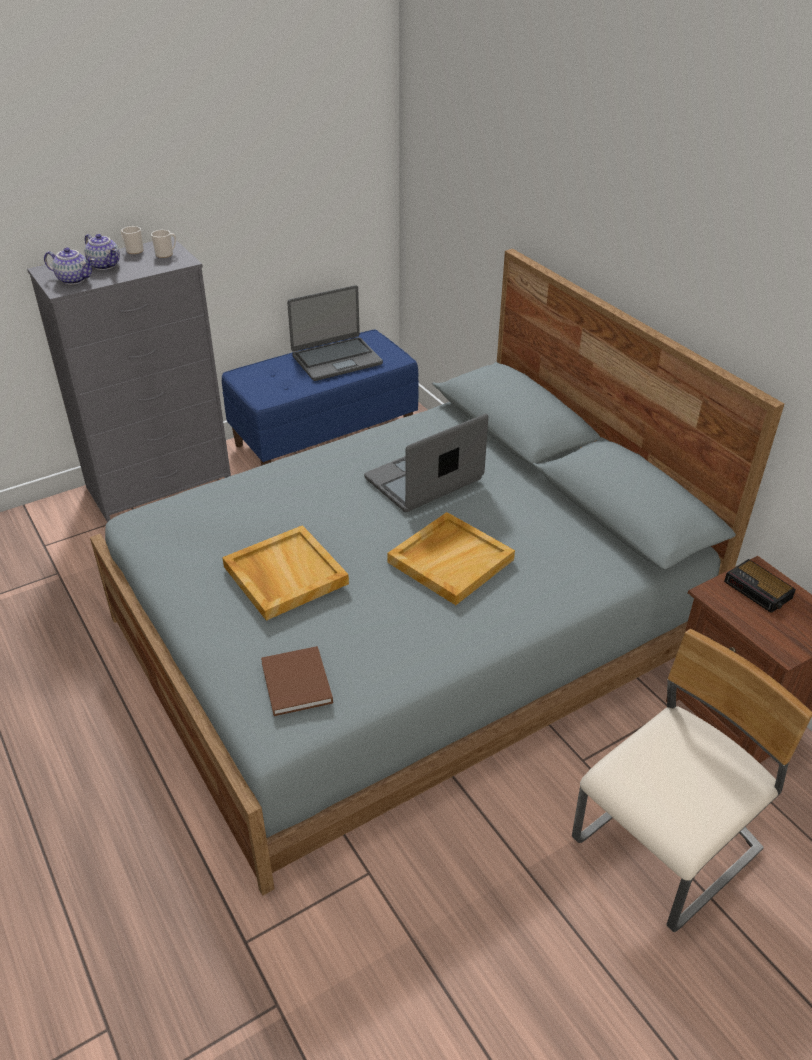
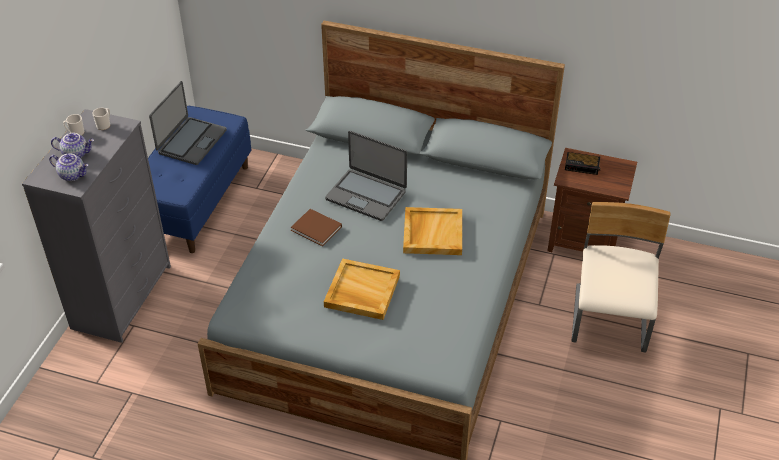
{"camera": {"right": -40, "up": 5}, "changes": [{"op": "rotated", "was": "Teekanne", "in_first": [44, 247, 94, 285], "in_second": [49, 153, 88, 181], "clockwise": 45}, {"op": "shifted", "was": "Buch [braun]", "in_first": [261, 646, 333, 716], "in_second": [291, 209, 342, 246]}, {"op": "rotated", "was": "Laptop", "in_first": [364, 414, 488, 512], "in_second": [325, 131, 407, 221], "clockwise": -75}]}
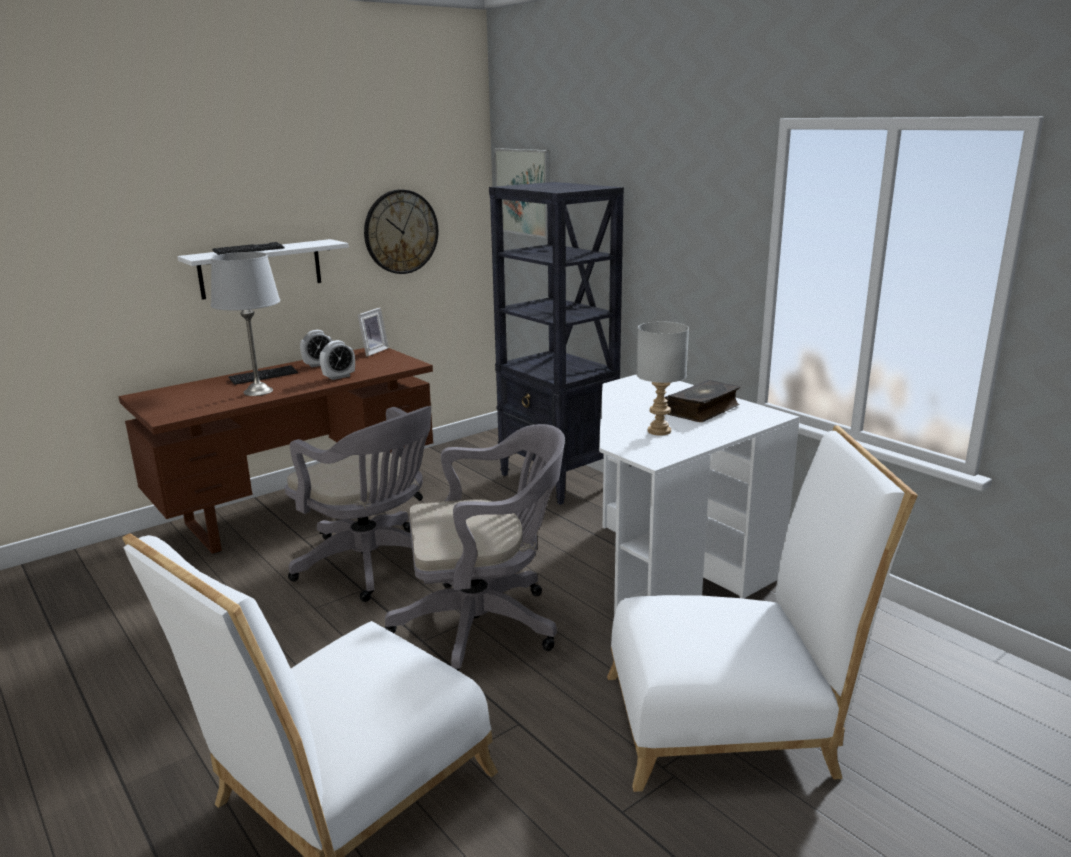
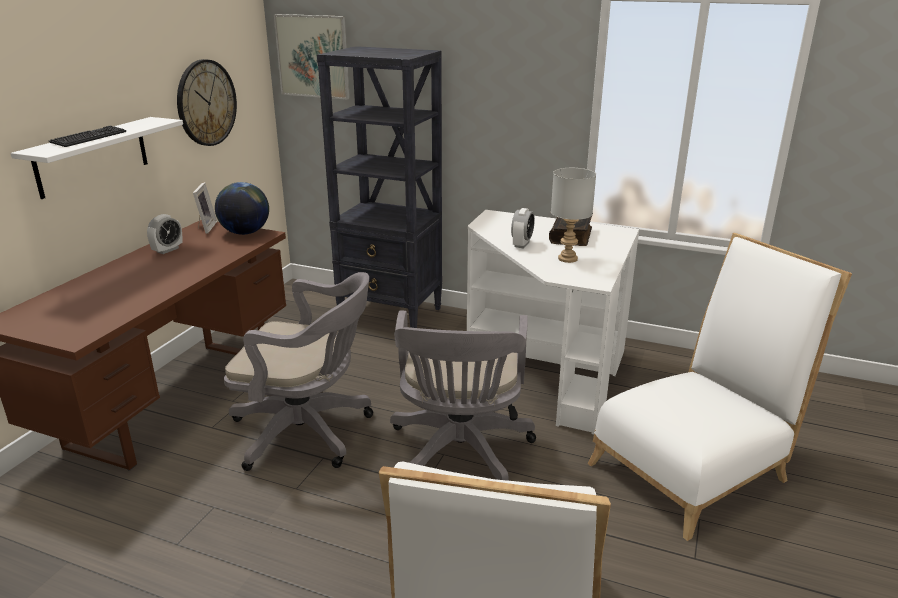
{"camera": {"right": -30, "up": 5}, "changes": [{"op": "new", "now": "Globus", "in_second": [215, 182, 269, 235]}, {"op": "rotated", "was": "Bürostuhl [grau]", "in_first": [385, 424, 565, 670], "in_second": [390, 310, 536, 481], "clockwise": 135}, {"op": "shifted", "was": "Wecker", "in_first": [320, 340, 355, 380], "in_second": [511, 208, 535, 249]}, {"op": "gone", "was": "Tischlampe [grau]", "in_first": [211, 252, 280, 396]}, {"op": "gone", "was": "Tastatur", "in_first": [228, 365, 298, 385]}]}
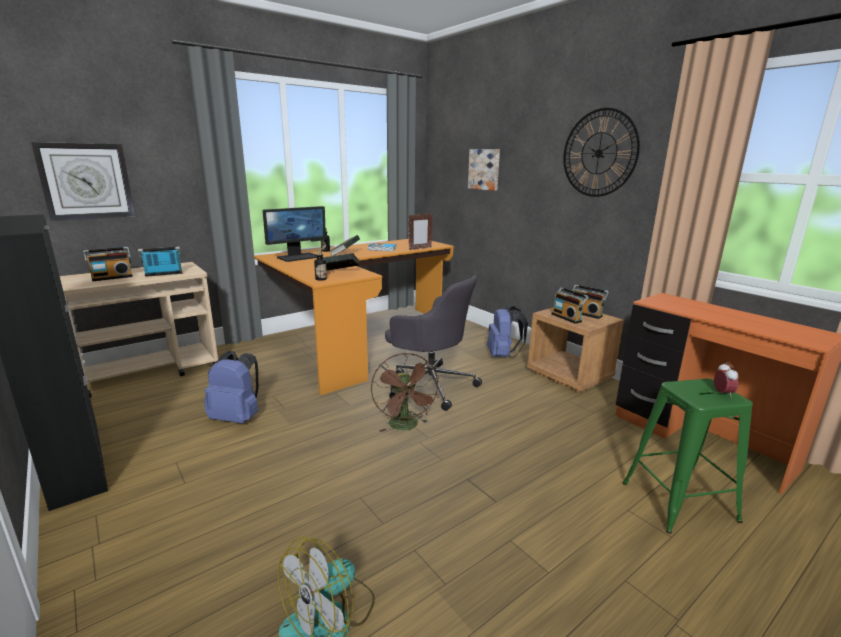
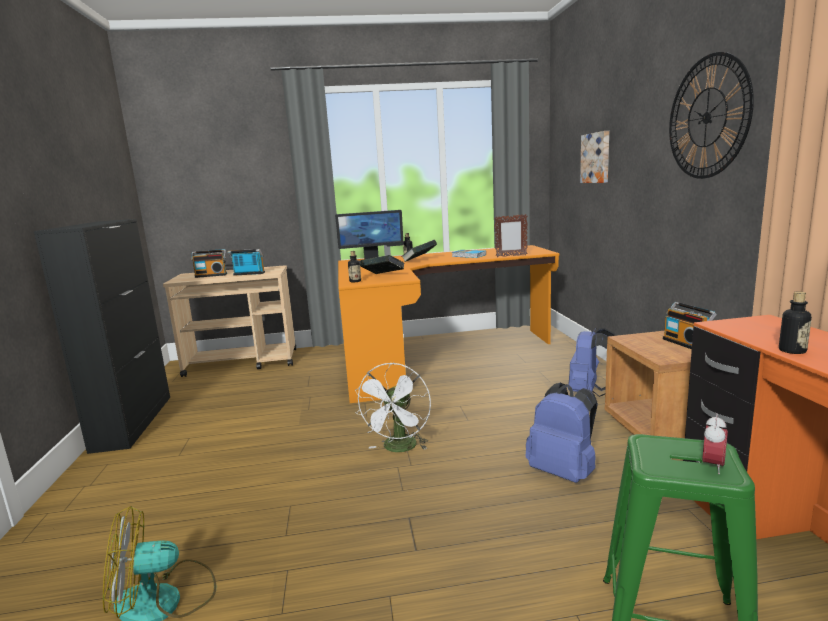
{"camera": {"right": 30, "up": -5}, "changes": [{"op": "repainted", "was": "Ventilator [braun]", "now": "Ventilator [weiß]", "in_first": [371, 353, 439, 432], "in_second": [355, 362, 431, 452]}, {"op": "shifted", "was": "Rucksack [blau]", "in_first": [204, 351, 259, 424], "in_second": [526, 383, 598, 483]}, {"op": "new", "now": "Flasche", "in_second": [779, 292, 812, 354]}, {"op": "gone", "was": "Wanduhr", "in_first": [31, 142, 135, 221]}, {"op": "gone", "was": "Bürostuhl [grau]", "in_first": [385, 276, 482, 411]}, {"op": "gone", "was": "Radio", "in_first": [551, 287, 589, 324]}]}
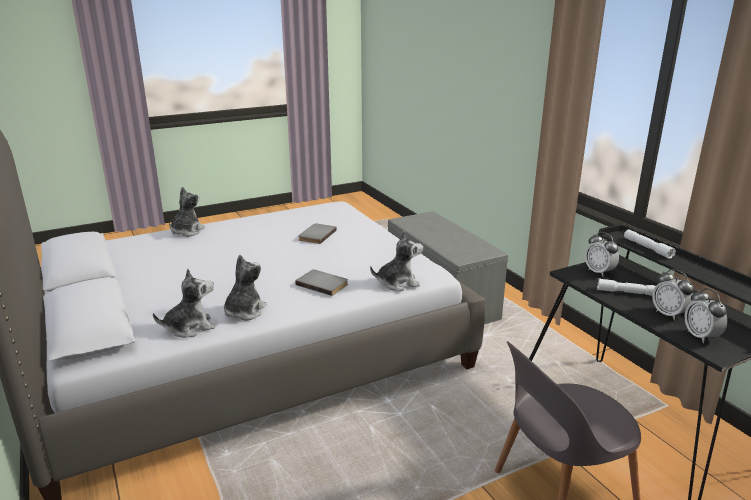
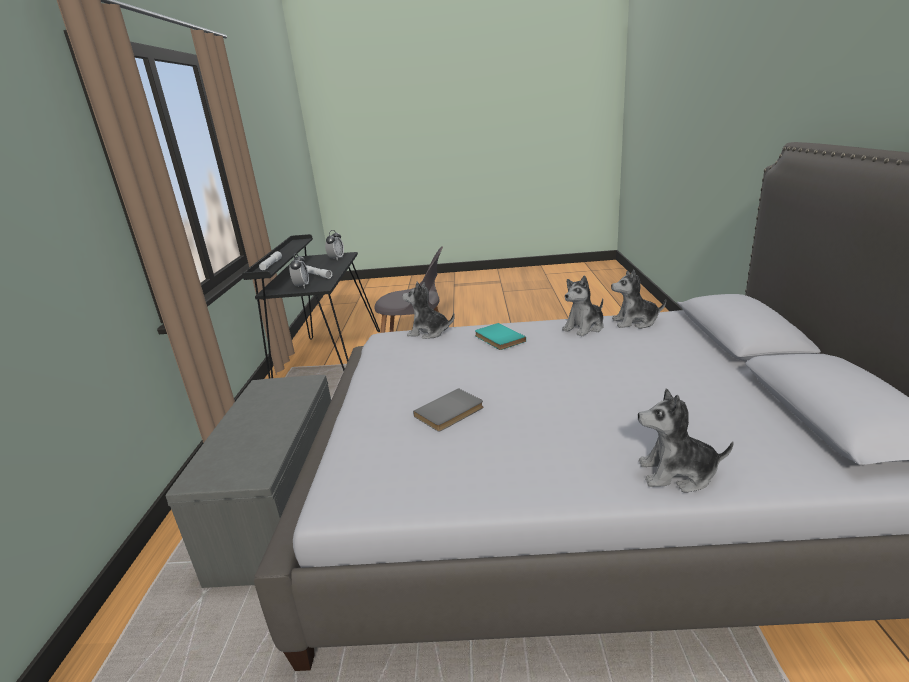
{"camera": {"right": -150, "up": 0}, "changes": [{"op": "repainted", "was": "Buch [grau]", "now": "Buch [türkis]", "in_first": [295, 270, 348, 296], "in_second": [475, 323, 526, 350]}, {"op": "rotated", "was": "Plüschtier", "in_first": [169, 187, 205, 237], "in_second": [638, 388, 734, 493], "clockwise": 45}, {"op": "gone", "was": "Wecker", "in_first": [652, 269, 694, 320]}]}
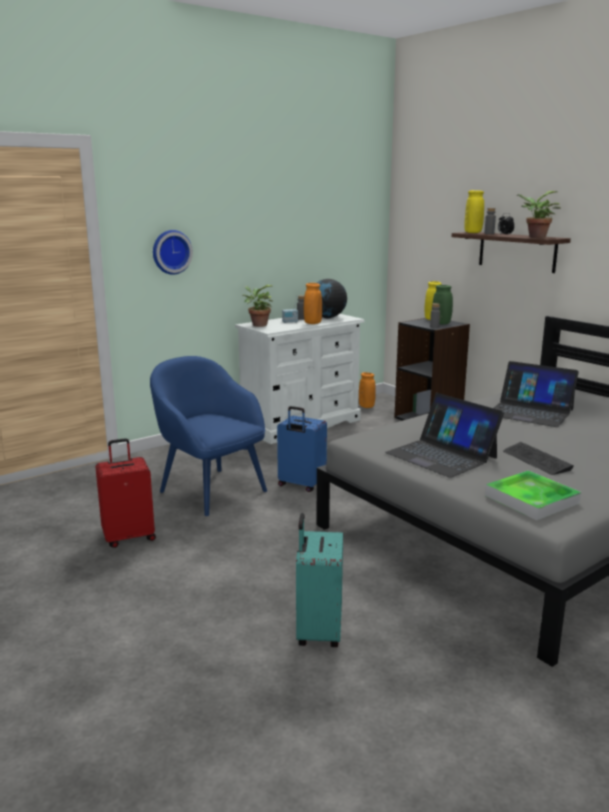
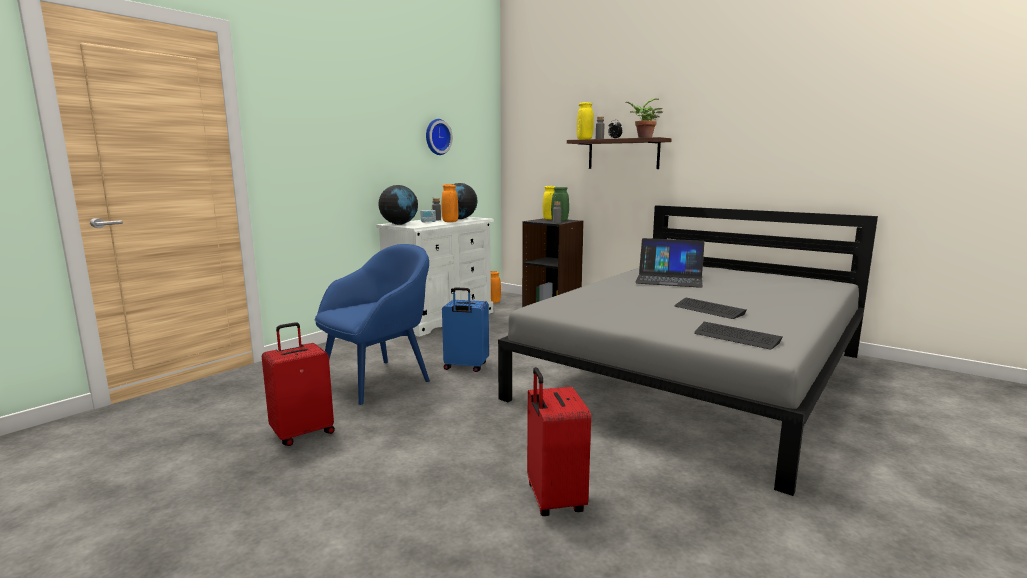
{"camera": {"right": -15, "up": -5}, "changes": [{"op": "rotated", "was": "Sessel [blau]", "in_first": [150, 356, 267, 516], "in_second": [314, 244, 430, 405], "clockwise": 105}, {"op": "swapped", "was": "Topfpflanze", "now": "Globus", "in_first": [242, 285, 274, 327], "in_second": [379, 185, 418, 225]}, {"op": "shifted", "was": "Wanduhr", "in_first": [153, 230, 193, 275], "in_second": [426, 119, 453, 155]}, {"op": "repainted", "was": "Koffer [türkis]", "now": "Koffer [rot]", "in_first": [296, 513, 343, 647], "in_second": [527, 367, 591, 516]}, {"op": "swapped", "was": "Tablett", "now": "Tastatur", "in_first": [485, 470, 581, 520], "in_second": [694, 322, 783, 350]}, {"op": "gone", "was": "Laptop", "in_first": [385, 393, 504, 478]}]}
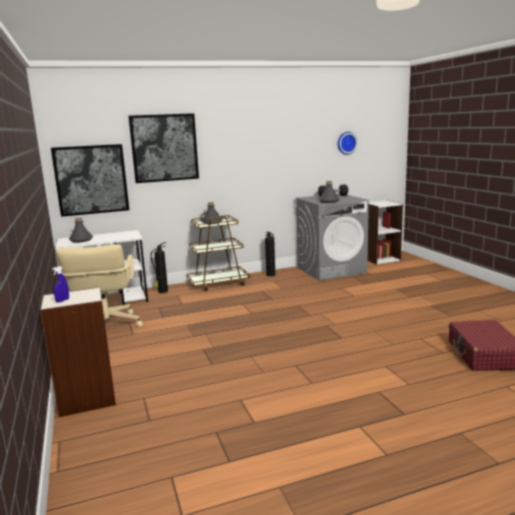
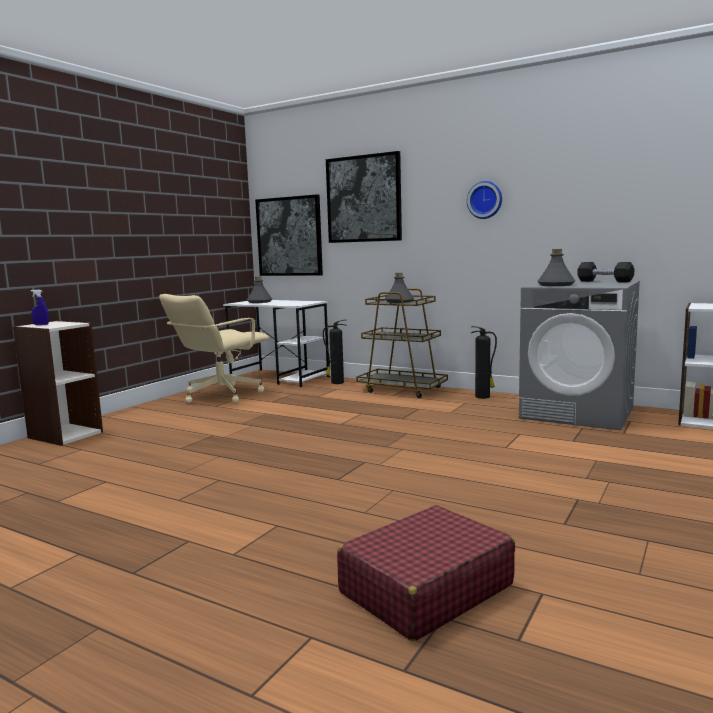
{"camera": {"right": 50, "up": -5}, "changes": [{"op": "shifted", "was": "Wanduhr", "in_first": [338, 132, 358, 155], "in_second": [467, 181, 502, 219]}]}
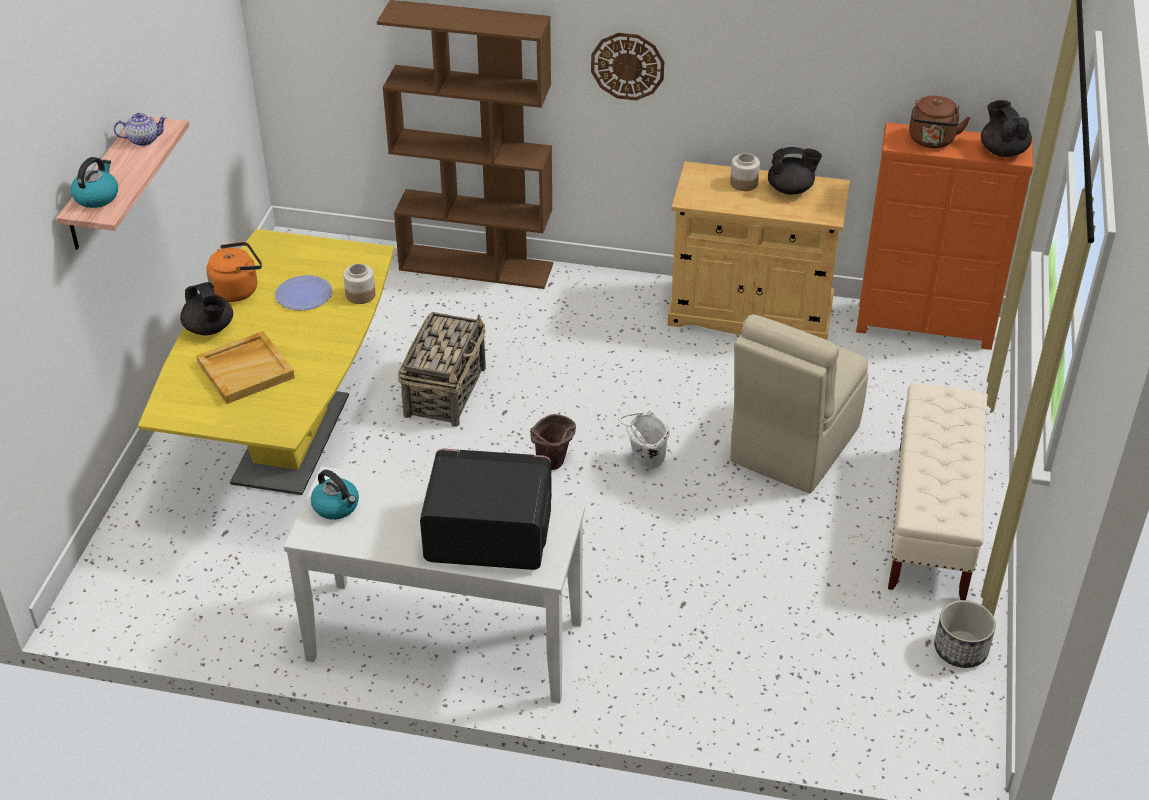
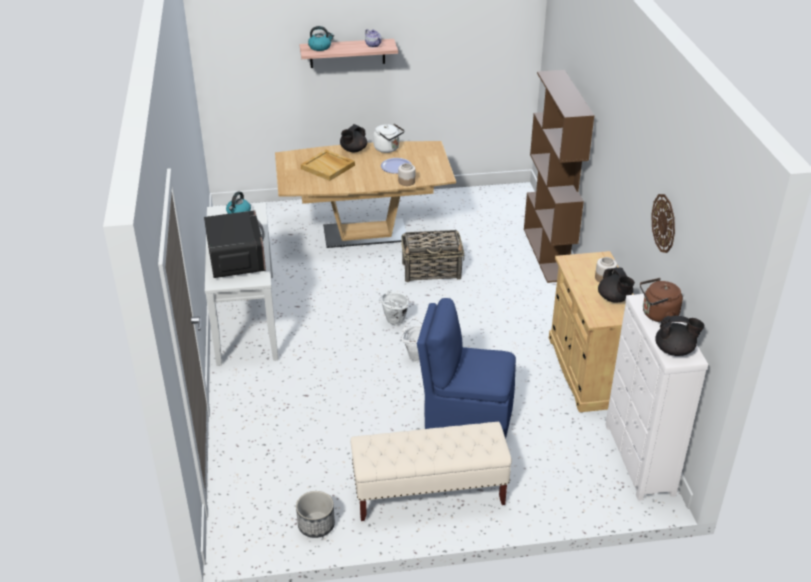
{"camera": {"right": 70, "up": -5}, "changes": [{"op": "repainted", "was": "Esstisch [gelb]", "now": "Esstisch [braun]", "in_first": [138, 229, 394, 495], "in_second": [275, 141, 456, 248]}, {"op": "repainted", "was": "Wasserkessel [orange]", "now": "Wasserkessel [weiß]", "in_first": [206, 242, 262, 302], "in_second": [373, 123, 404, 153]}, {"op": "repainted", "was": "Eimer [braun]", "now": "Eimer [weiß]", "in_first": [530, 414, 576, 470], "in_second": [378, 290, 409, 326]}, {"op": "repainted", "was": "Stuhl [beige]", "now": "Stuhl [blau]", "in_first": [730, 315, 868, 493], "in_second": [417, 298, 516, 439]}, {"op": "repainted", "was": "Kommode [orange]", "now": "Kommode [weiß]", "in_first": [856, 122, 1033, 350], "in_second": [605, 294, 708, 501]}, {"op": "shifted", "was": "Wanduhr", "in_first": [591, 33, 664, 100], "in_second": [651, 194, 675, 253]}, {"op": "rotated", "was": "Teekanne [schwarz]", "in_first": [981, 100, 1032, 157], "in_second": [655, 316, 705, 356], "clockwise": 45}]}
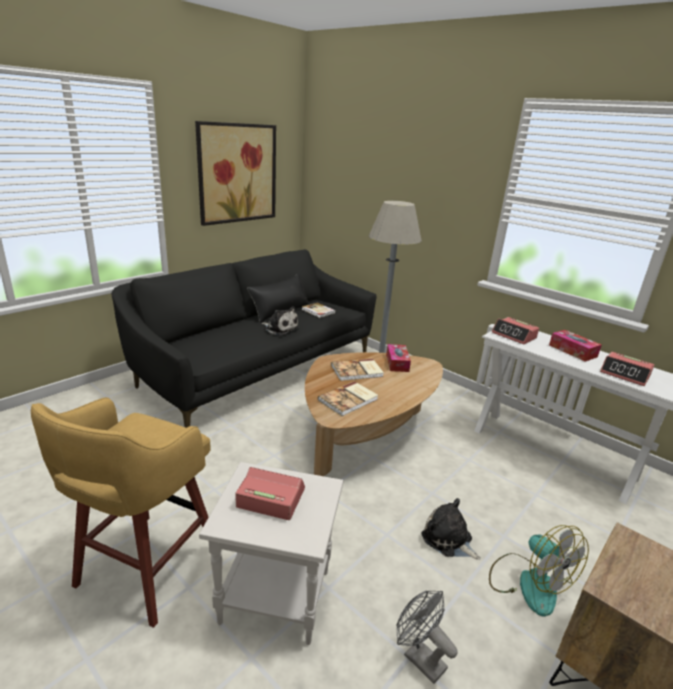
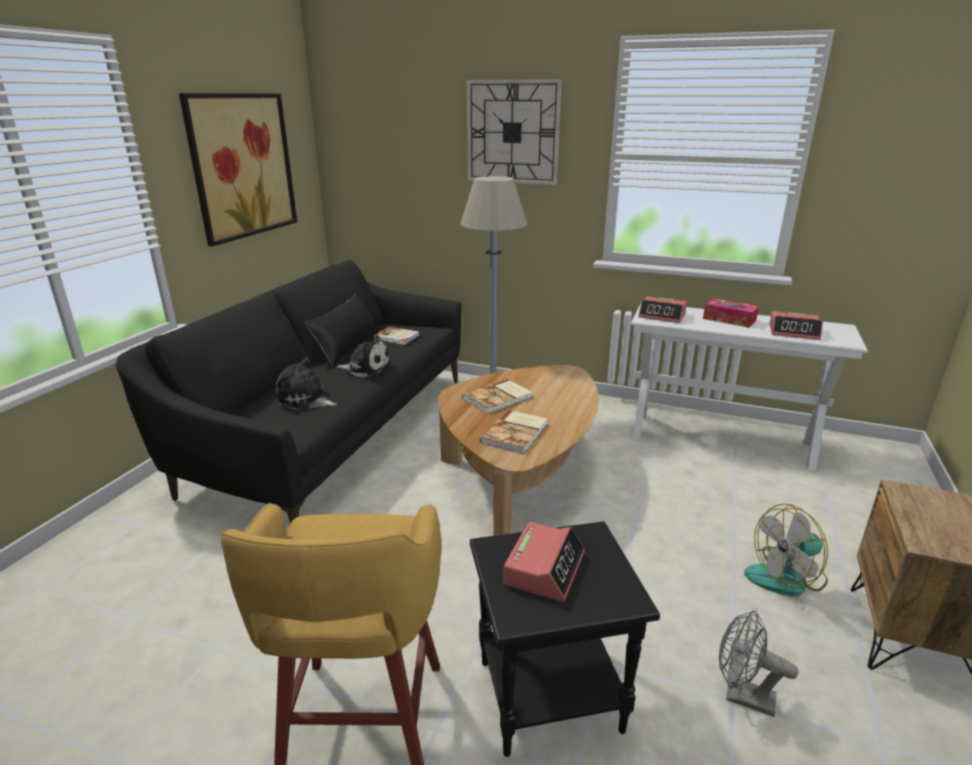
{"camera": {"right": -20, "up": 0}, "changes": [{"op": "shifted", "was": "Plüschtier", "in_first": [421, 498, 481, 560], "in_second": [276, 357, 337, 410]}, {"op": "new", "now": "Wanduhr", "in_second": [466, 79, 562, 185]}, {"op": "repainted", "was": "Beistelltisch [weiß]", "now": "Beistelltisch [schwarz]", "in_first": [199, 462, 343, 645], "in_second": [470, 521, 660, 757]}, {"op": "rotated", "was": "Wecker", "in_first": [235, 467, 305, 520], "in_second": [504, 522, 585, 602], "clockwise": 120}, {"op": "rotated", "was": "Ventilator", "in_first": [489, 525, 589, 617], "in_second": [744, 504, 828, 597], "clockwise": 120}, {"op": "gone", "was": "Taschentuchbox", "in_first": [386, 344, 411, 372]}]}
